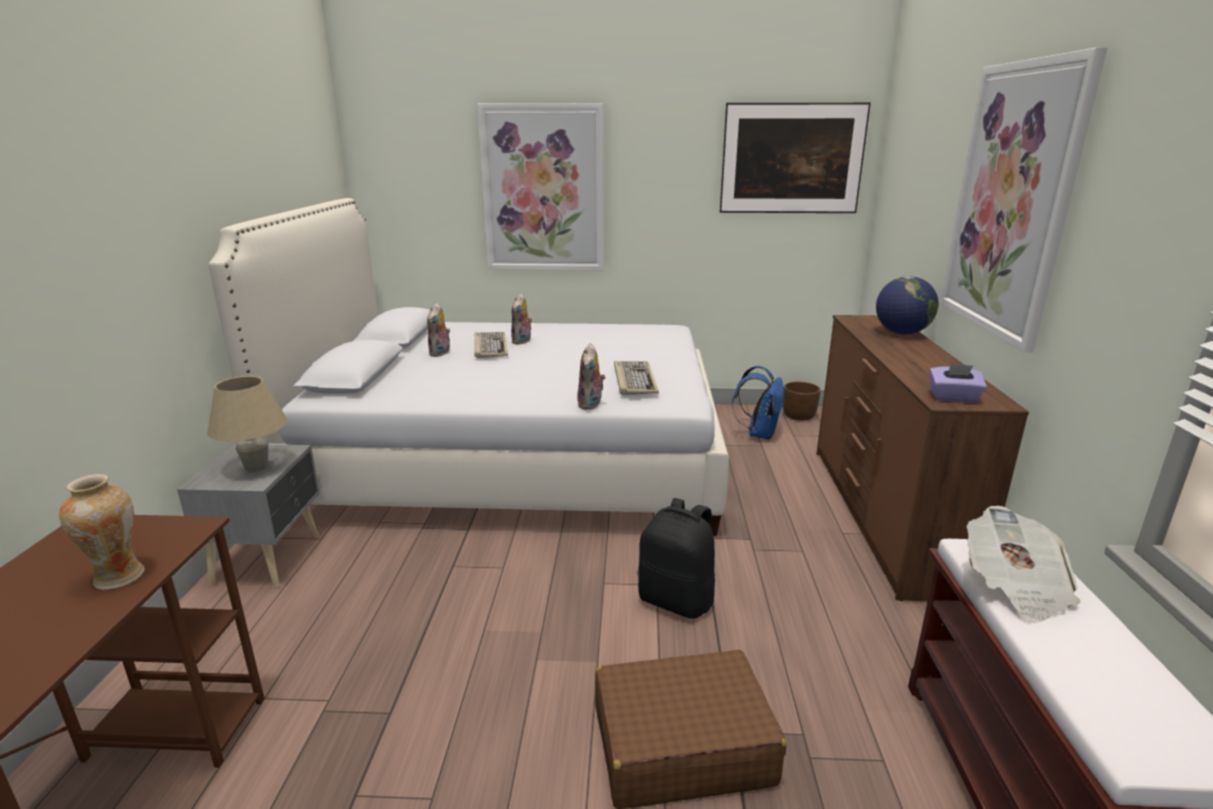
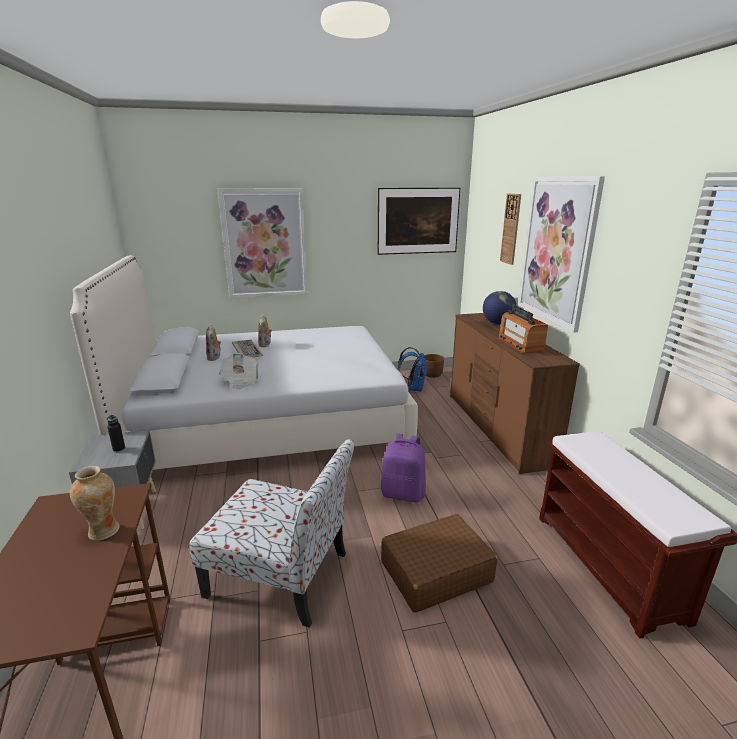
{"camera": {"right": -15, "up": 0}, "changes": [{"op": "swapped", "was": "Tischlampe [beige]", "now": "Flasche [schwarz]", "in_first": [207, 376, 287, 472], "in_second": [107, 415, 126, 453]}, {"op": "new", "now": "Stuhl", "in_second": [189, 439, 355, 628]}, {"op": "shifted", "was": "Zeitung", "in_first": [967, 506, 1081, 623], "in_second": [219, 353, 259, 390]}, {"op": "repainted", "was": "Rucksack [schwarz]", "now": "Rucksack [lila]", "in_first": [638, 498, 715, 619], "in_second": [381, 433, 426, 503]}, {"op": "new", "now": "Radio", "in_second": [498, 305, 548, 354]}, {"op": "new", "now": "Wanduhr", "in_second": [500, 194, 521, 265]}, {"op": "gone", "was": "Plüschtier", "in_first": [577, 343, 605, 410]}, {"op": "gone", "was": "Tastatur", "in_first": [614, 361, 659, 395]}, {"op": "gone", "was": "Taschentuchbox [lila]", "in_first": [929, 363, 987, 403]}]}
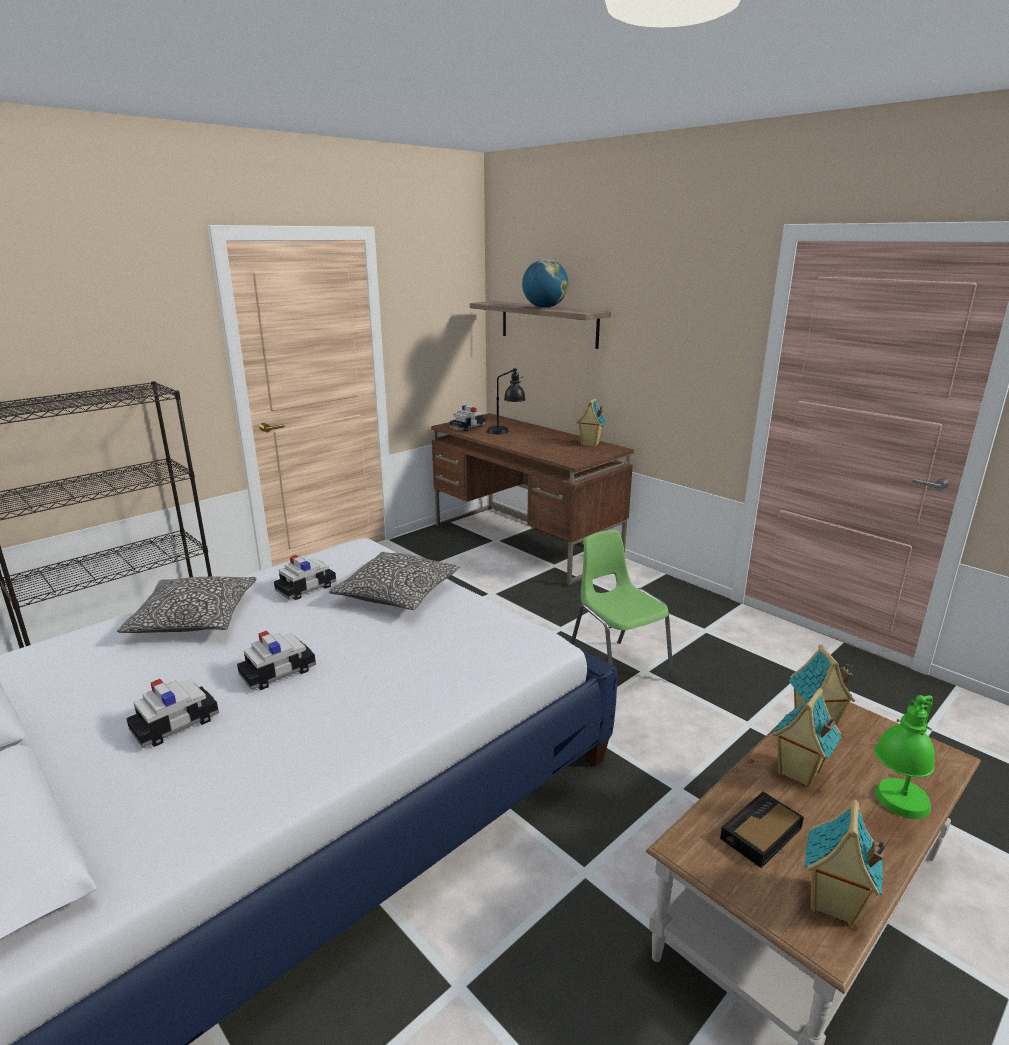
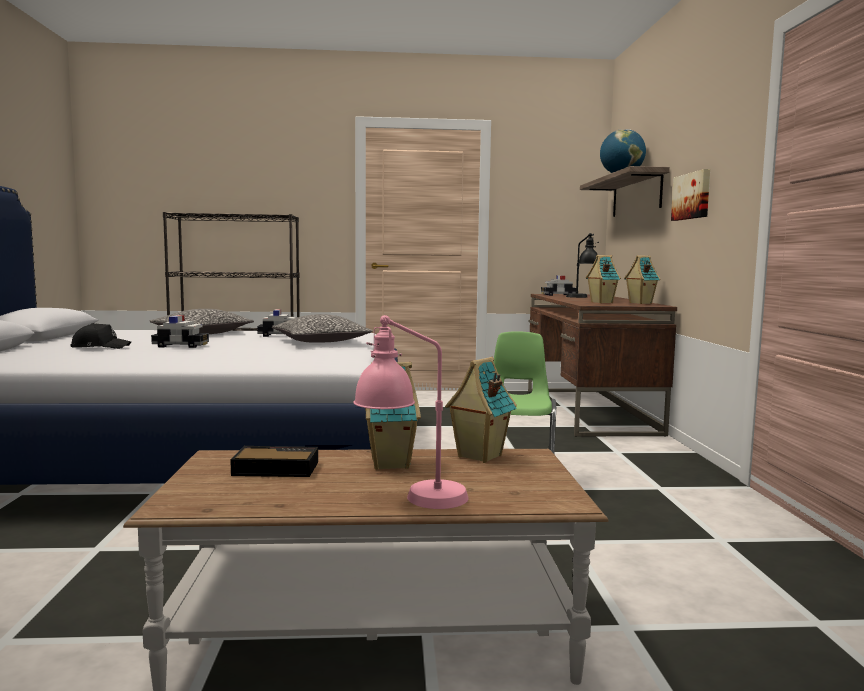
{"camera": {"right": 40, "up": -15}, "changes": [{"op": "swapped", "was": "Spielzeugauto", "now": "Kappe [schwarz]", "in_first": [126, 679, 219, 748], "in_second": [70, 323, 131, 349]}, {"op": "repainted", "was": "Tischlampe [grün]", "now": "Tischlampe [rosa]", "in_first": [875, 695, 935, 819], "in_second": [353, 315, 468, 509]}, {"op": "shifted", "was": "Spielzeughaus", "in_first": [805, 800, 885, 925], "in_second": [586, 255, 621, 303]}, {"op": "new", "now": "Bild", "in_second": [671, 169, 710, 221]}]}
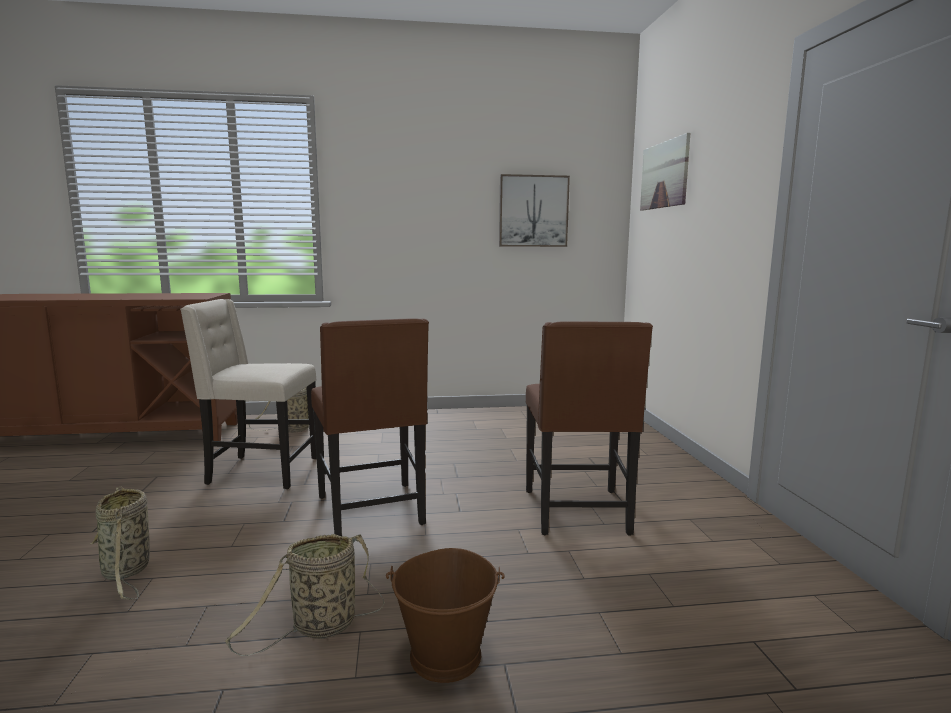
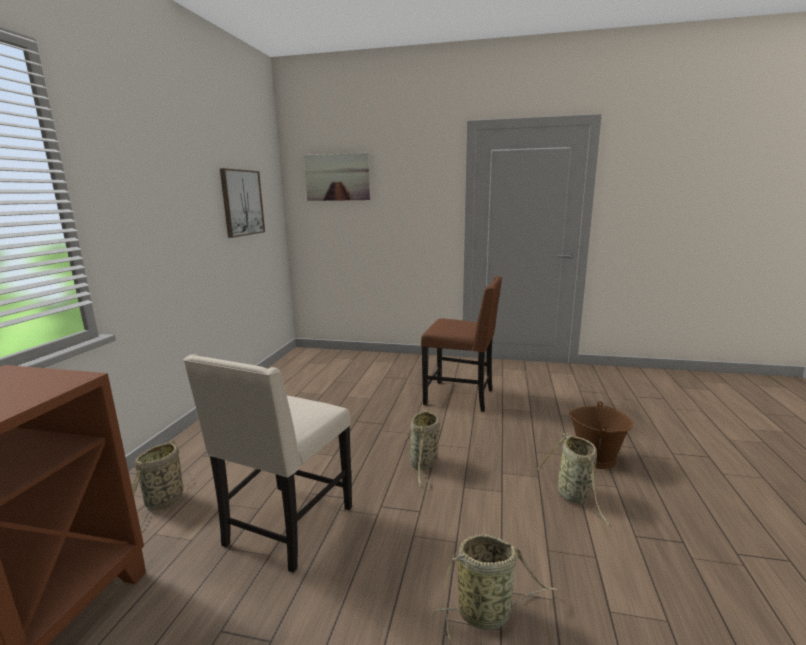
{"camera": {"right": -70, "up": 5}, "changes": [{"op": "swapped", "was": "Stuhl [braun]", "now": "Korb", "in_first": [311, 318, 429, 536], "in_second": [406, 409, 440, 489]}]}
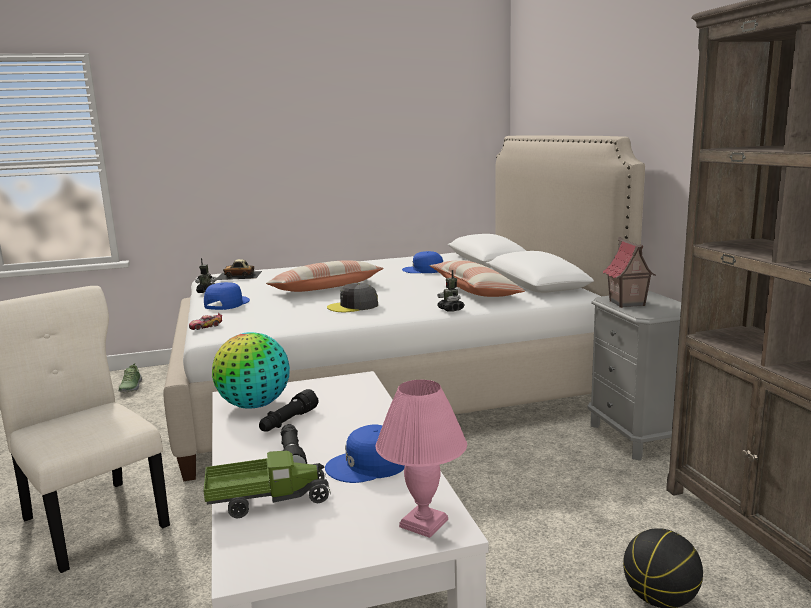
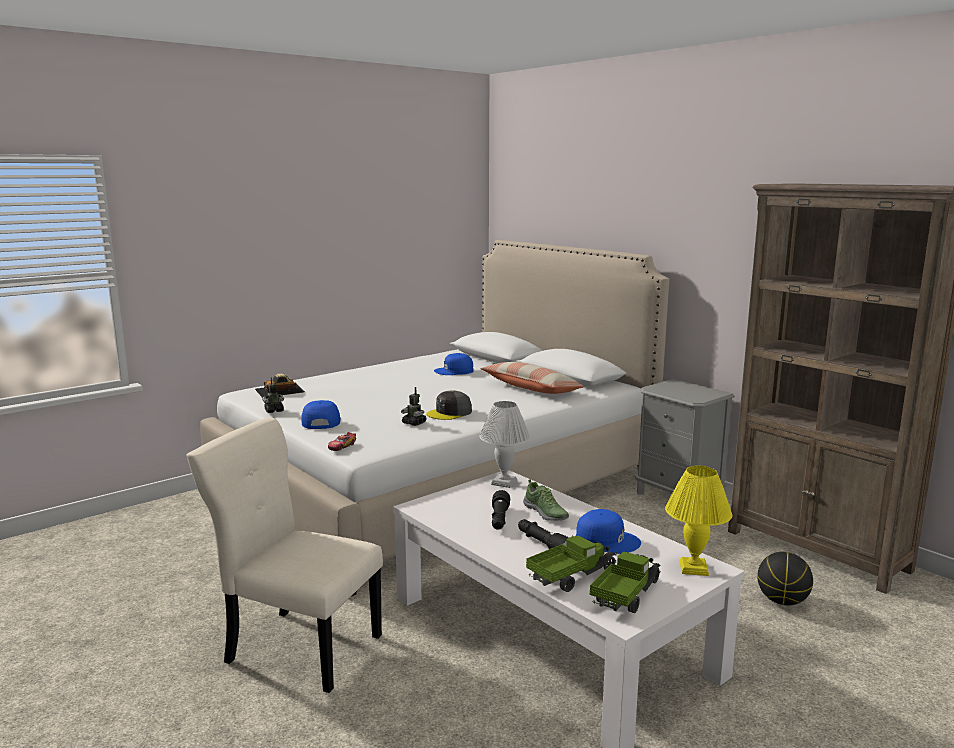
{"camera": {"right": -25, "up": 0}, "changes": [{"op": "shifted", "was": "Spielzeugroboter", "in_first": [437, 270, 465, 312], "in_second": [401, 387, 427, 426]}, {"op": "new", "now": "Tischlampe [weiß]", "in_second": [480, 401, 530, 488]}, {"op": "shifted", "was": "Schuh", "in_first": [118, 363, 142, 392], "in_second": [523, 479, 569, 521]}, {"op": "rotated", "was": "Kappe [blau]", "in_first": [325, 424, 405, 483], "in_second": [576, 509, 641, 554], "clockwise": -120}, {"op": "new", "now": "Spielzeuglaster", "in_second": [590, 552, 661, 613]}, {"op": "repainted", "was": "Tischlampe [rosa]", "now": "Tischlampe [gelb]", "in_first": [376, 380, 467, 538], "in_second": [665, 465, 732, 576]}, {"op": "gone", "was": "Globus", "in_first": [212, 332, 290, 409]}, {"op": "gone", "was": "Kissen", "in_first": [266, 260, 383, 292]}, {"op": "gone", "was": "Spielzeughaus", "in_first": [602, 237, 656, 308]}]}
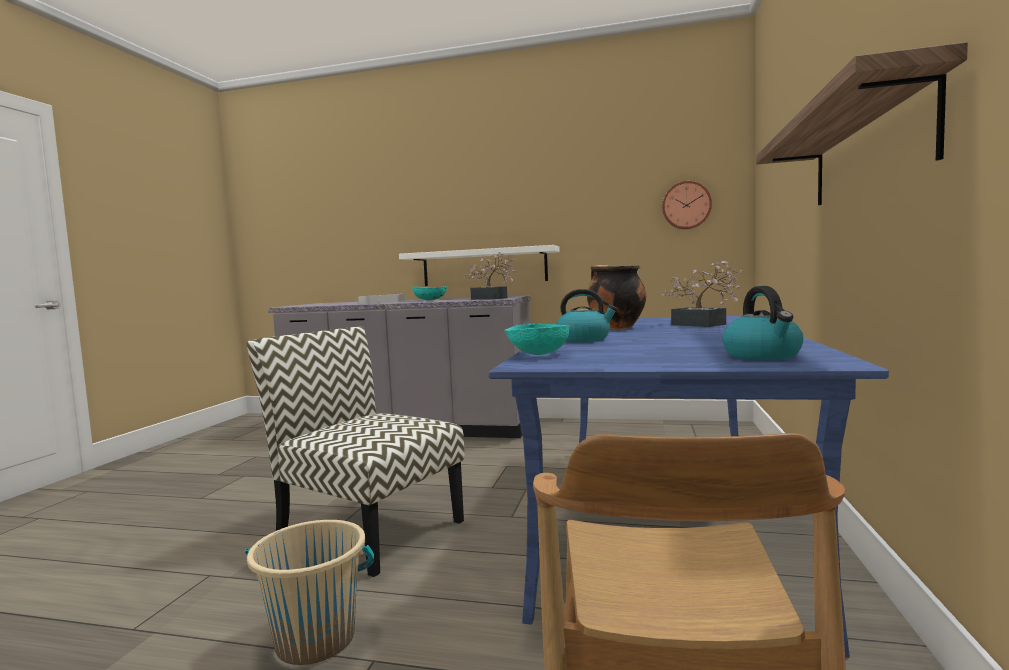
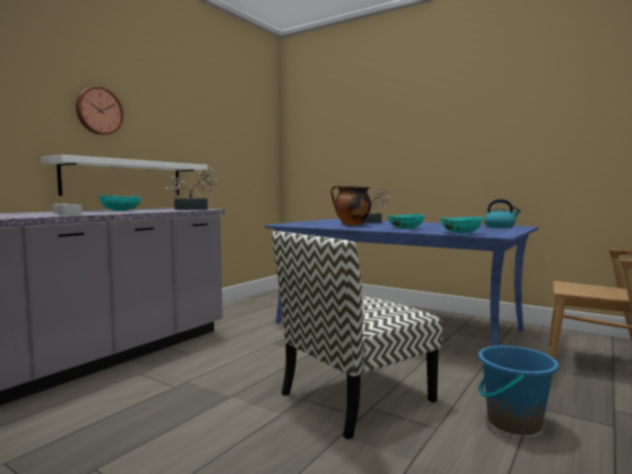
{"camera": {"right": -70, "up": 0}, "changes": [{"op": "shifted", "was": "Wanduhr", "in_first": [662, 181, 712, 229], "in_second": [76, 87, 123, 135]}, {"op": "swapped", "was": "Wasserkessel", "now": "Schüssel [türkis]", "in_first": [557, 289, 618, 342], "in_second": [387, 214, 425, 229]}, {"op": "repainted", "was": "Eimer [beige]", "now": "Eimer [blau]", "in_first": [245, 520, 374, 665], "in_second": [478, 346, 559, 435]}, {"op": "gone", "was": "Wandregal", "in_first": [756, 42, 968, 205]}]}
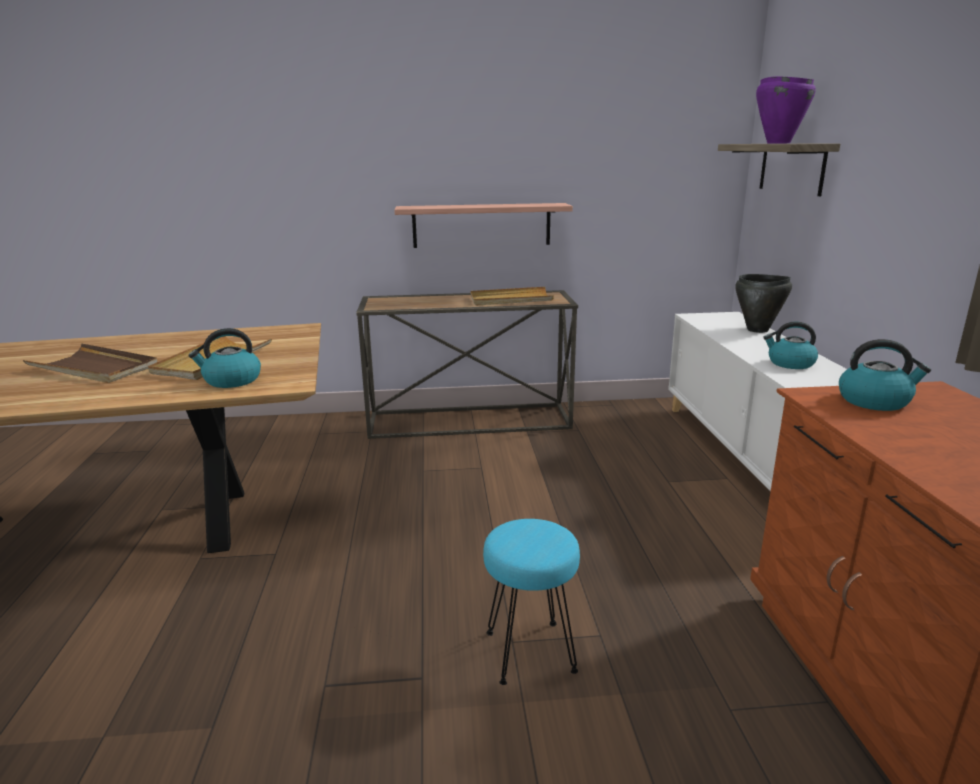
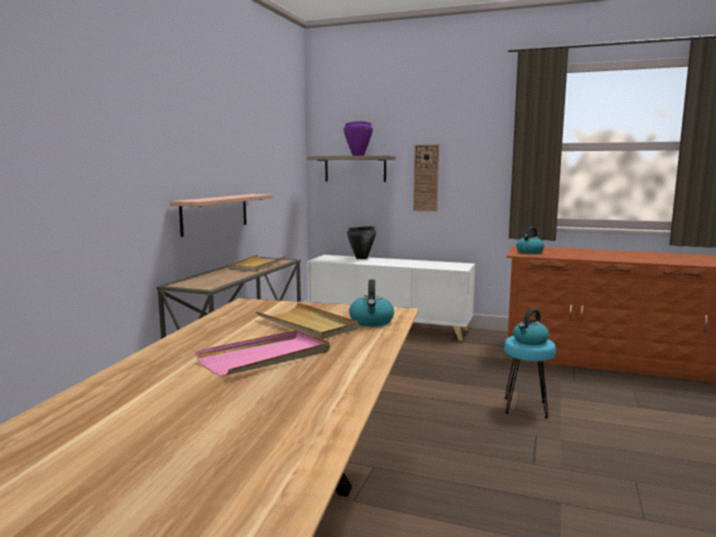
{"camera": {"right": -65, "up": -10}, "changes": [{"op": "repainted", "was": "Tablett [braun]", "now": "Tablett [rosa]", "in_first": [23, 343, 157, 383], "in_second": [195, 330, 330, 377]}, {"op": "new", "now": "Wanduhr", "in_second": [413, 144, 439, 211]}, {"op": "shifted", "was": "Wasserkessel", "in_first": [763, 322, 818, 369], "in_second": [513, 309, 549, 345]}]}
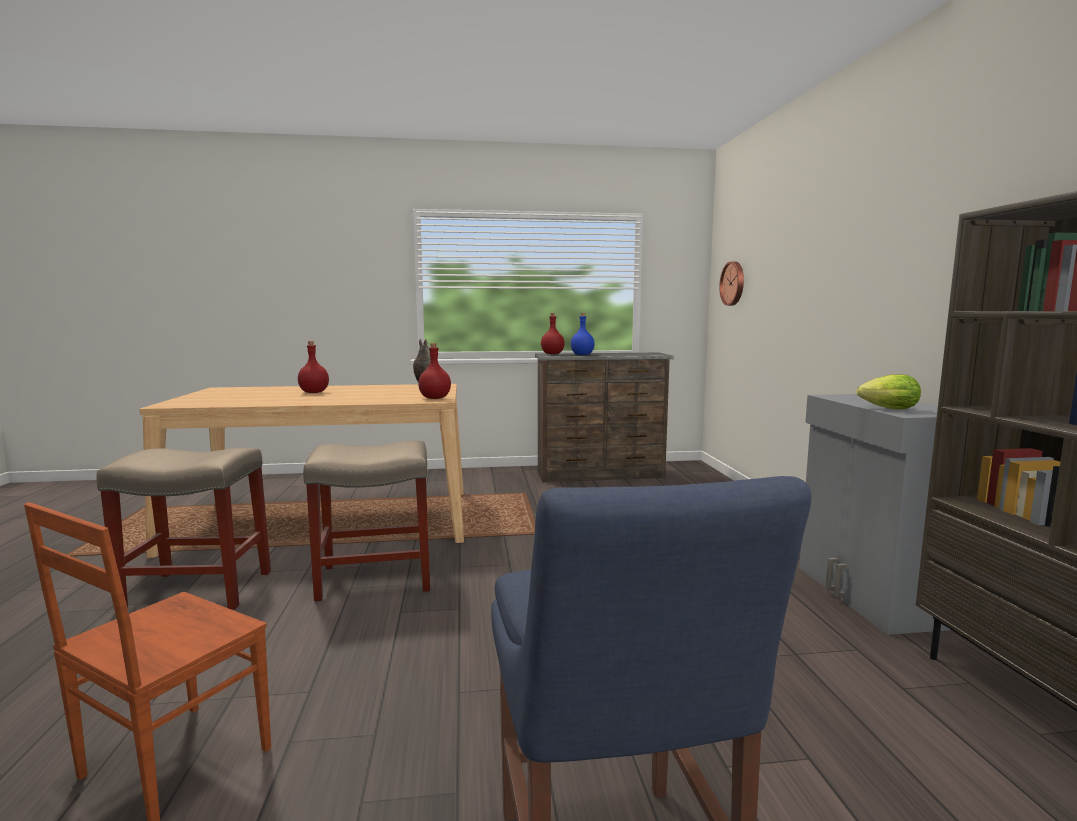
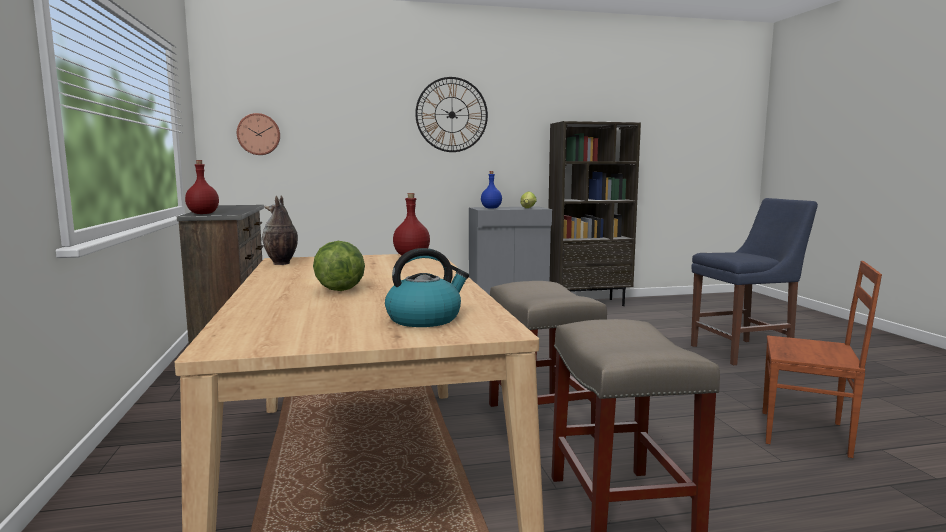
{"camera": {"right": -95, "up": 0}, "changes": [{"op": "swapped", "was": "Flasche [rot]", "now": "Salatkopf", "in_first": [298, 341, 329, 393], "in_second": [313, 241, 365, 291]}, {"op": "new", "now": "Wasserkessel", "in_second": [385, 248, 469, 327]}, {"op": "new", "now": "Wanduhr", "in_second": [415, 77, 488, 152]}, {"op": "shifted", "was": "Flasche [blau]", "in_first": [571, 313, 595, 355], "in_second": [481, 171, 502, 209]}]}
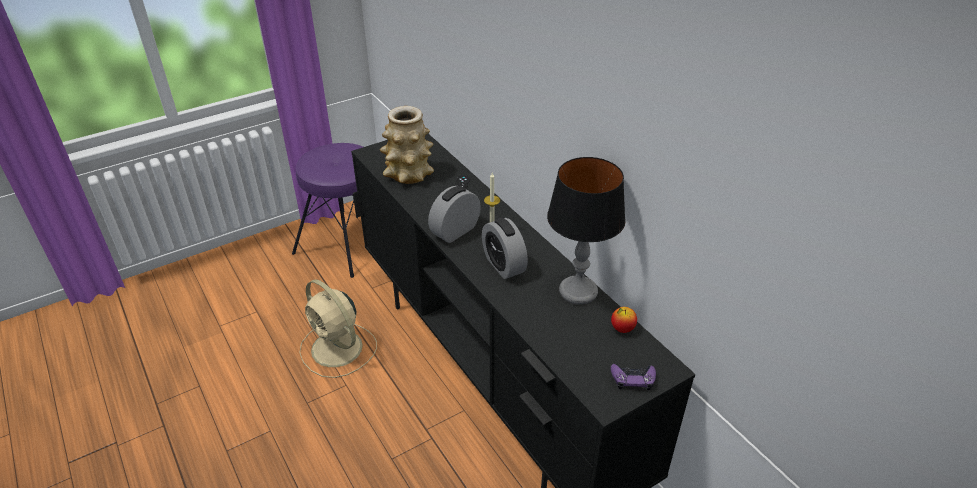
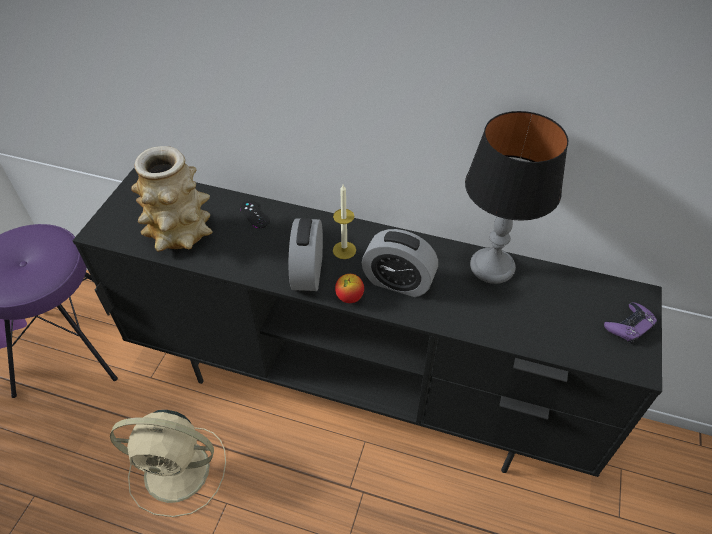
{"camera": {"right": -40, "up": 10}, "changes": [{"op": "shifted", "was": "Apfel", "in_first": [611, 307, 637, 333], "in_second": [335, 274, 364, 303]}]}
